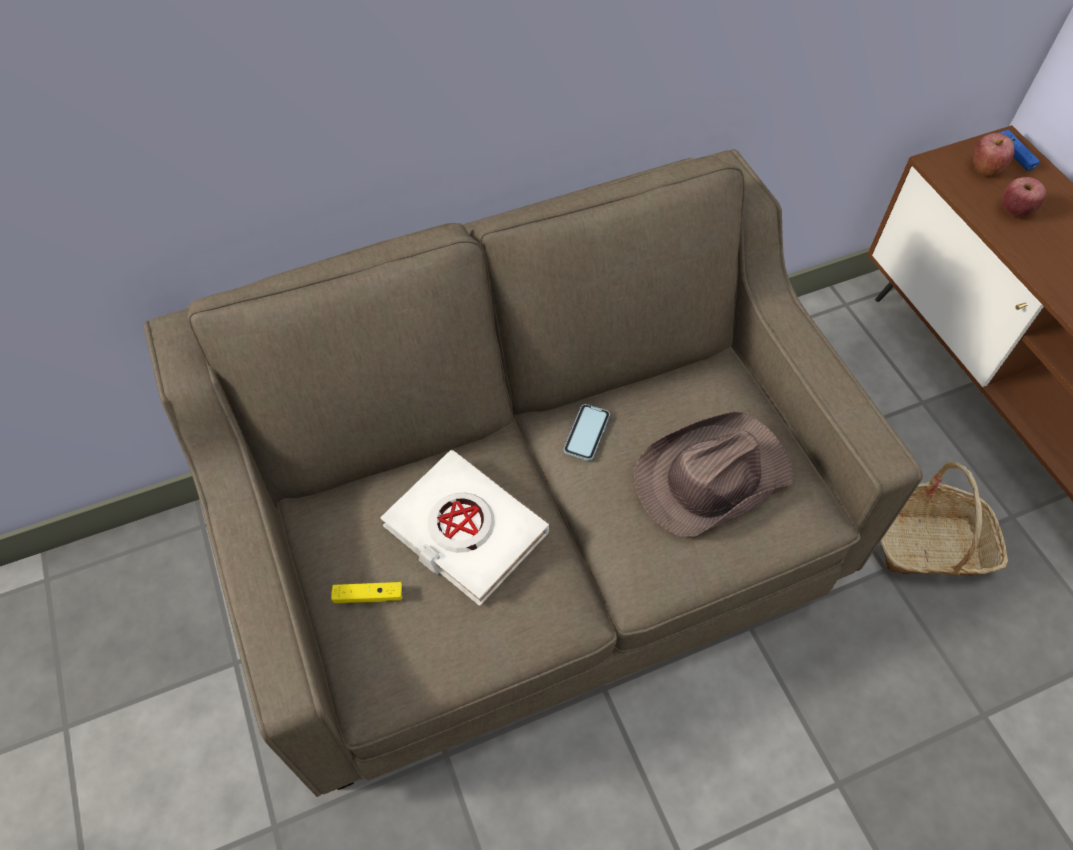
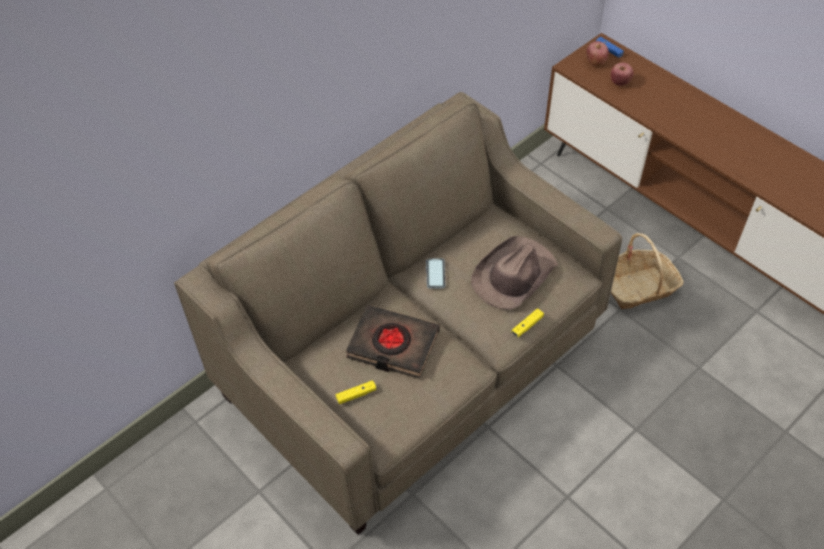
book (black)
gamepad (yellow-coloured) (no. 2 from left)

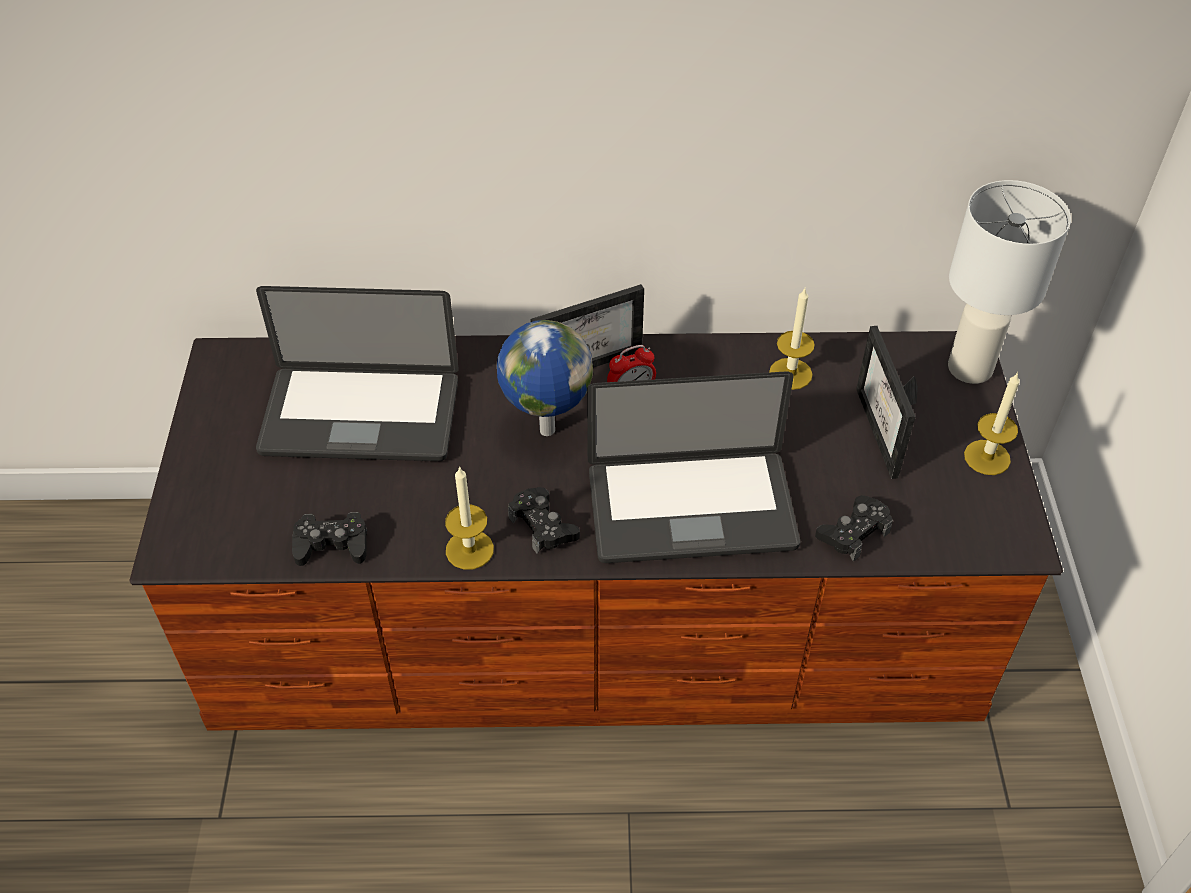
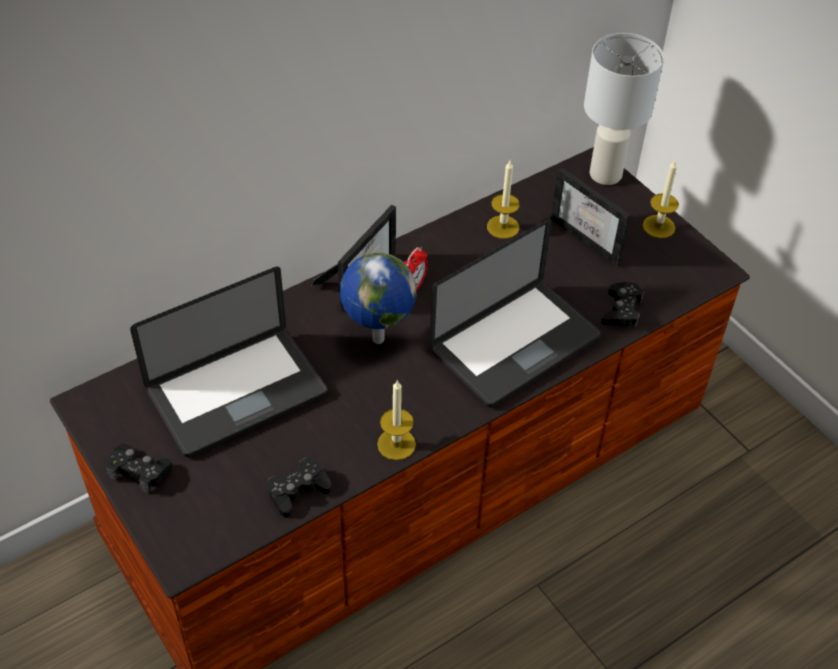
gamepad (black) (no. 1 from left)

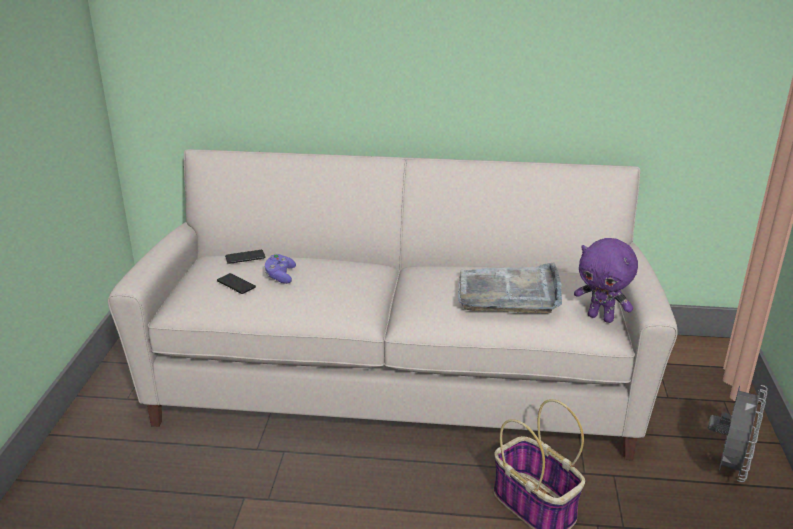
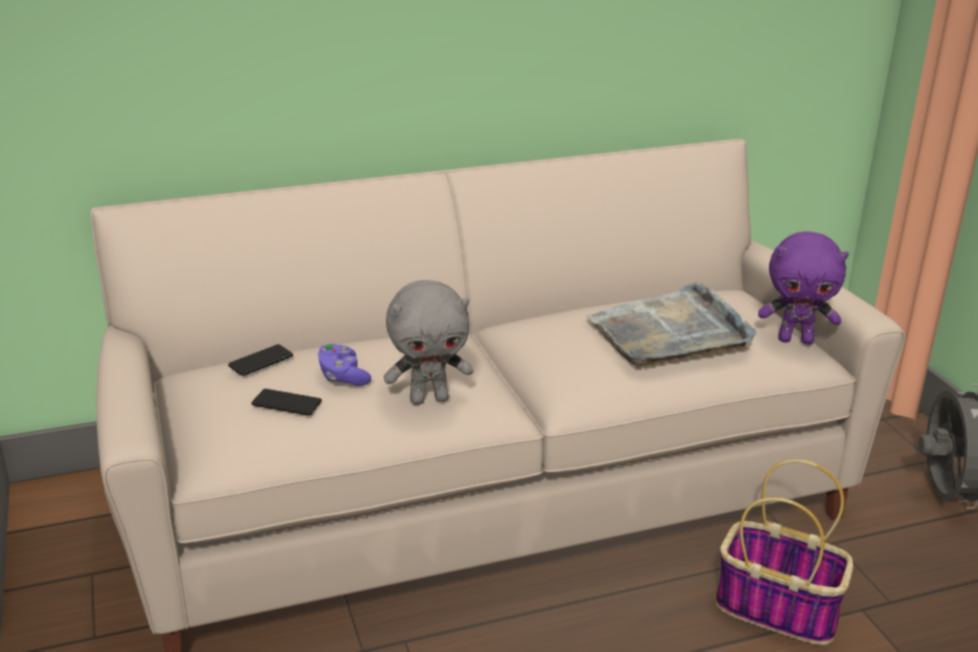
plush toy (greyish)

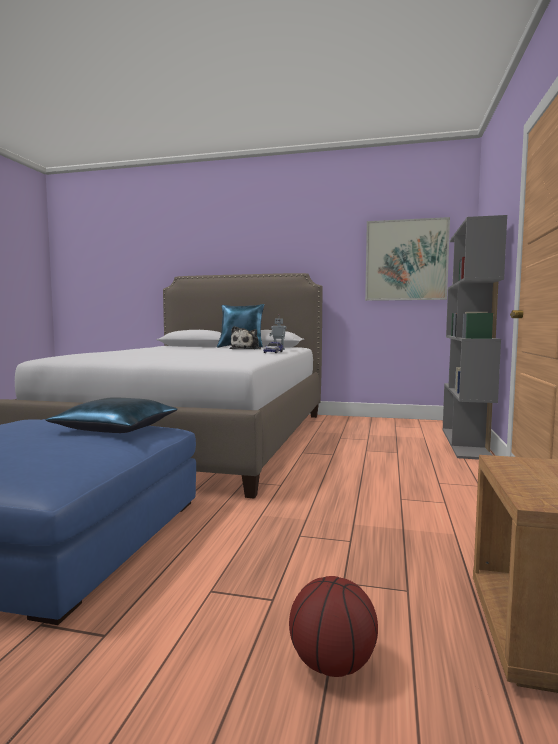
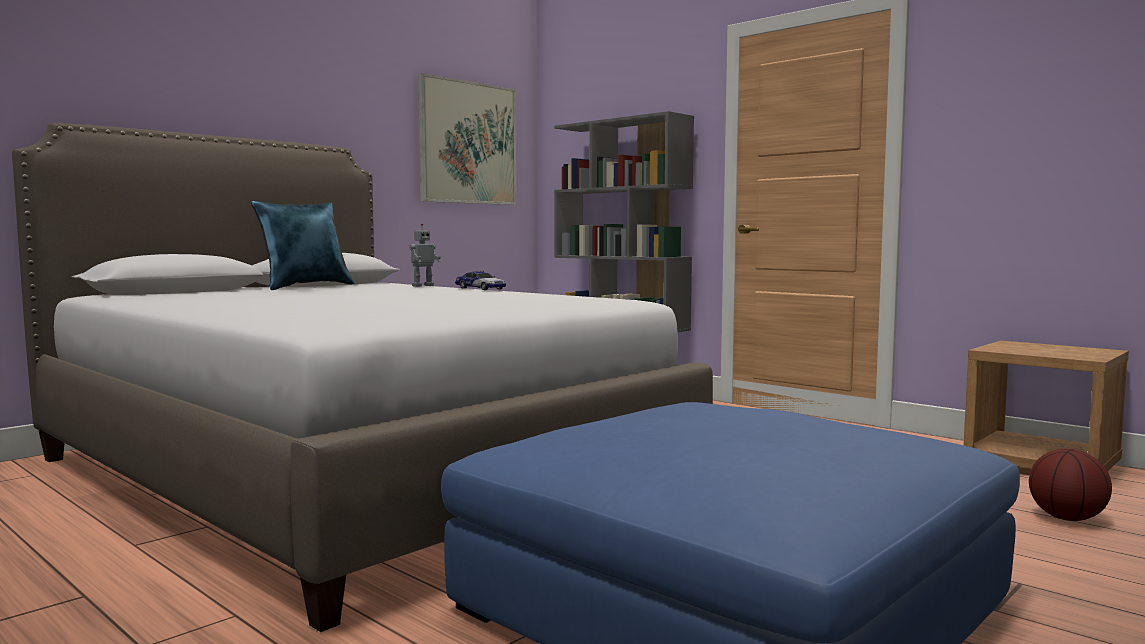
pillow (blue) (no. 1 from left in the first image)
plush toy

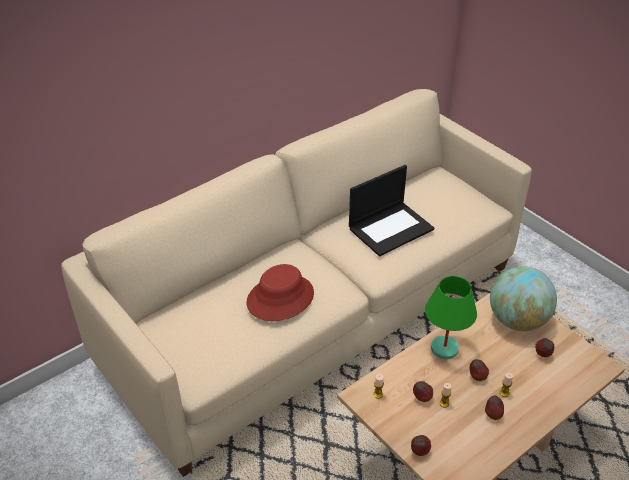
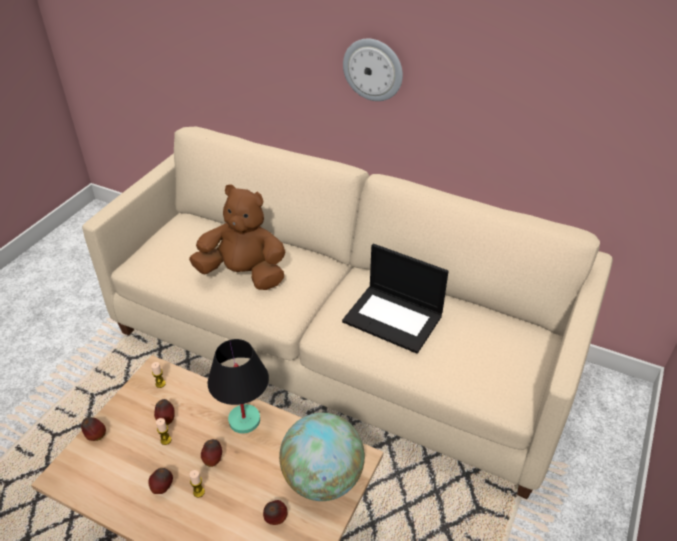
plush toy (brown)
table lamp (black)
hanging clock

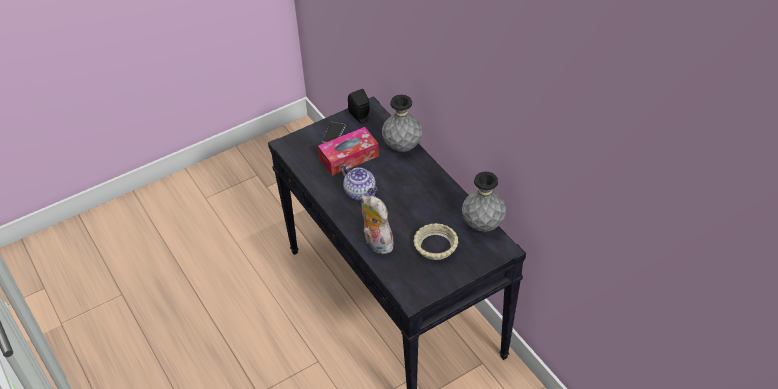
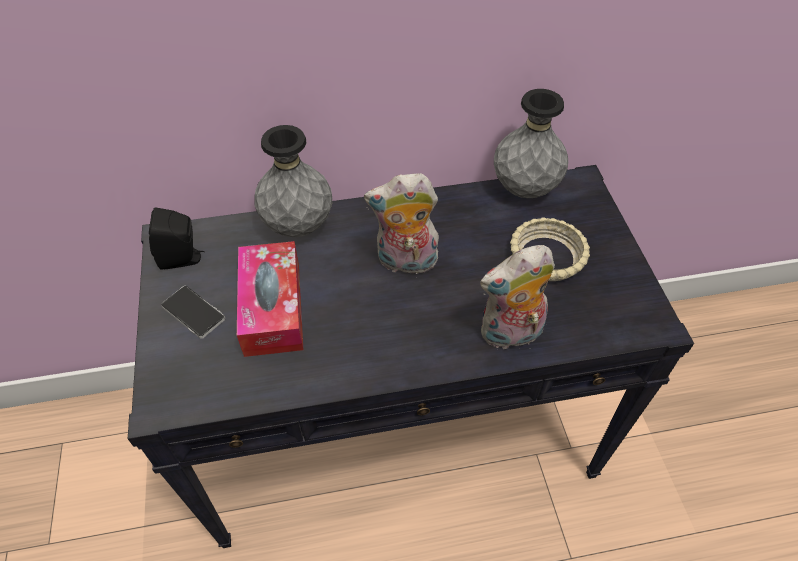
plush toy (no. 1 from left)
teapot

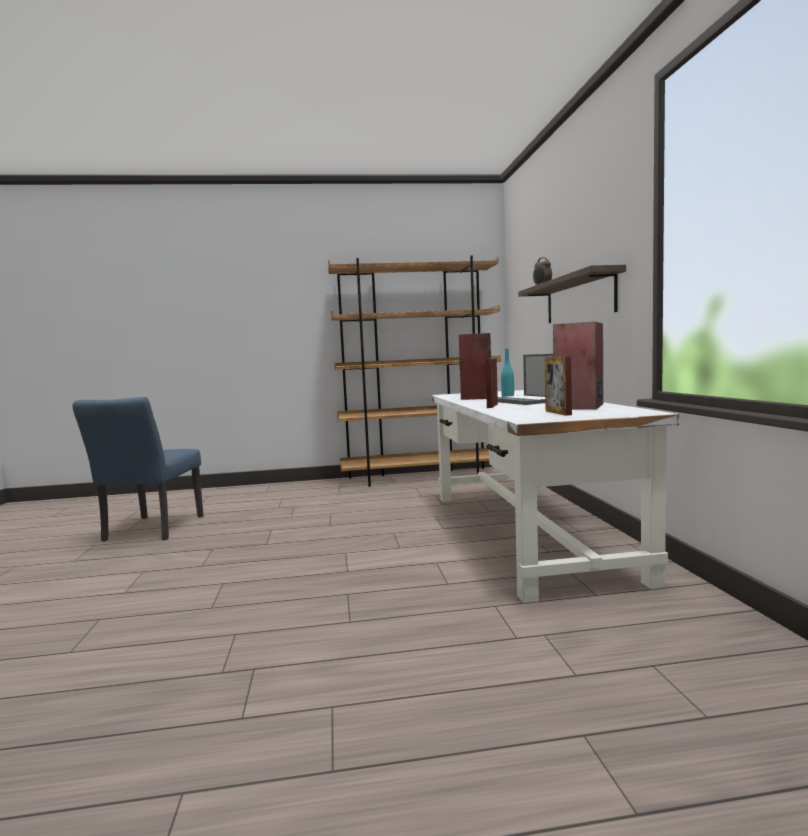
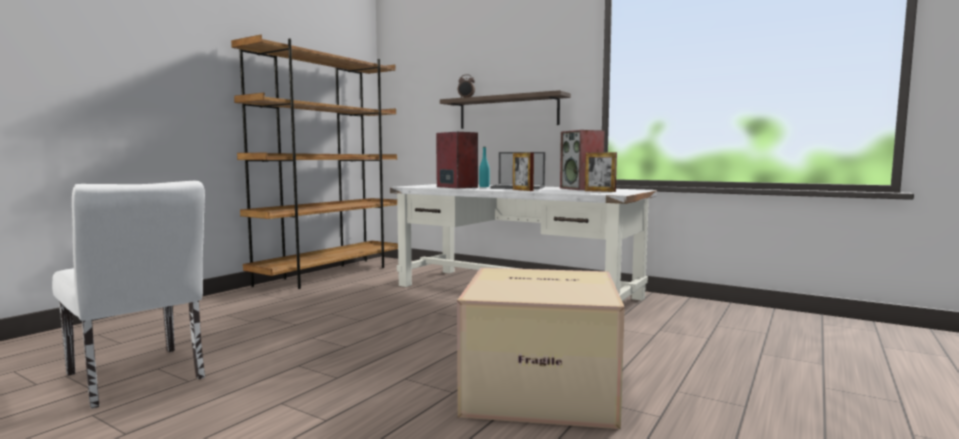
plain chair (white)
packing box

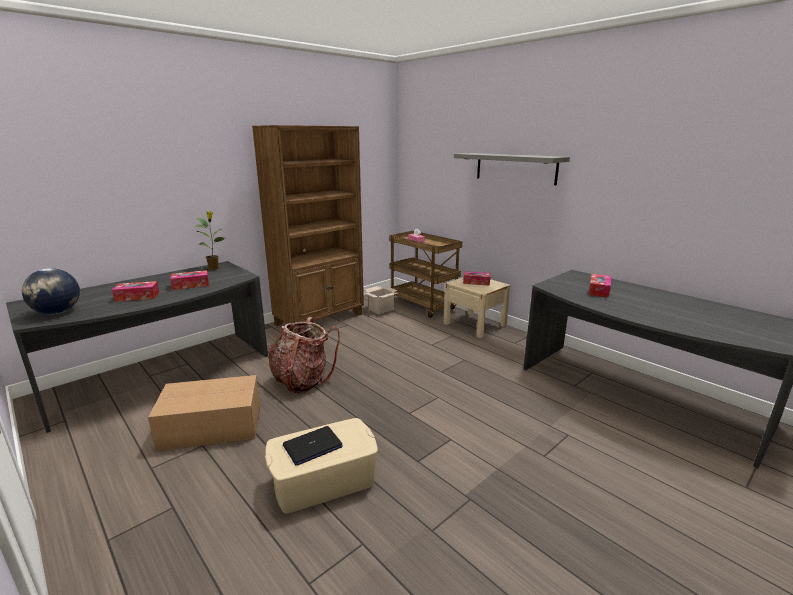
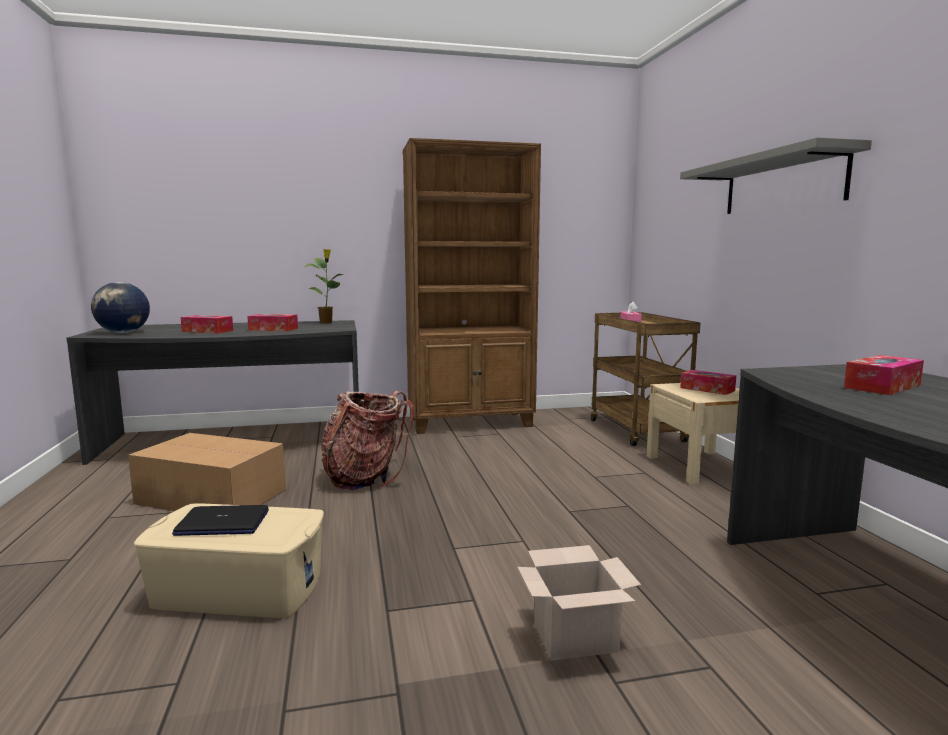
packing box (no. 2 from left)

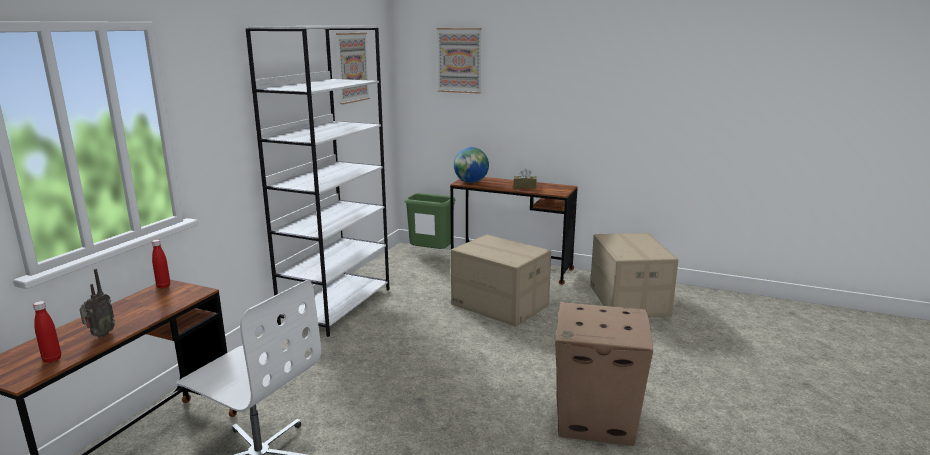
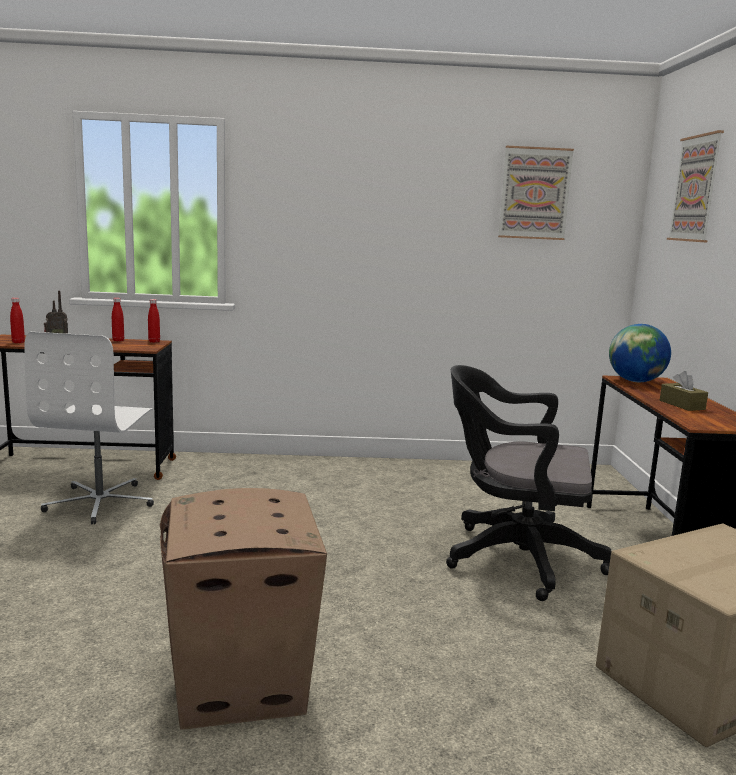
drink bottle (reddish) (no. 2 from left)
desk chair (black)
shelving unit (white)
waste bin (greenish)

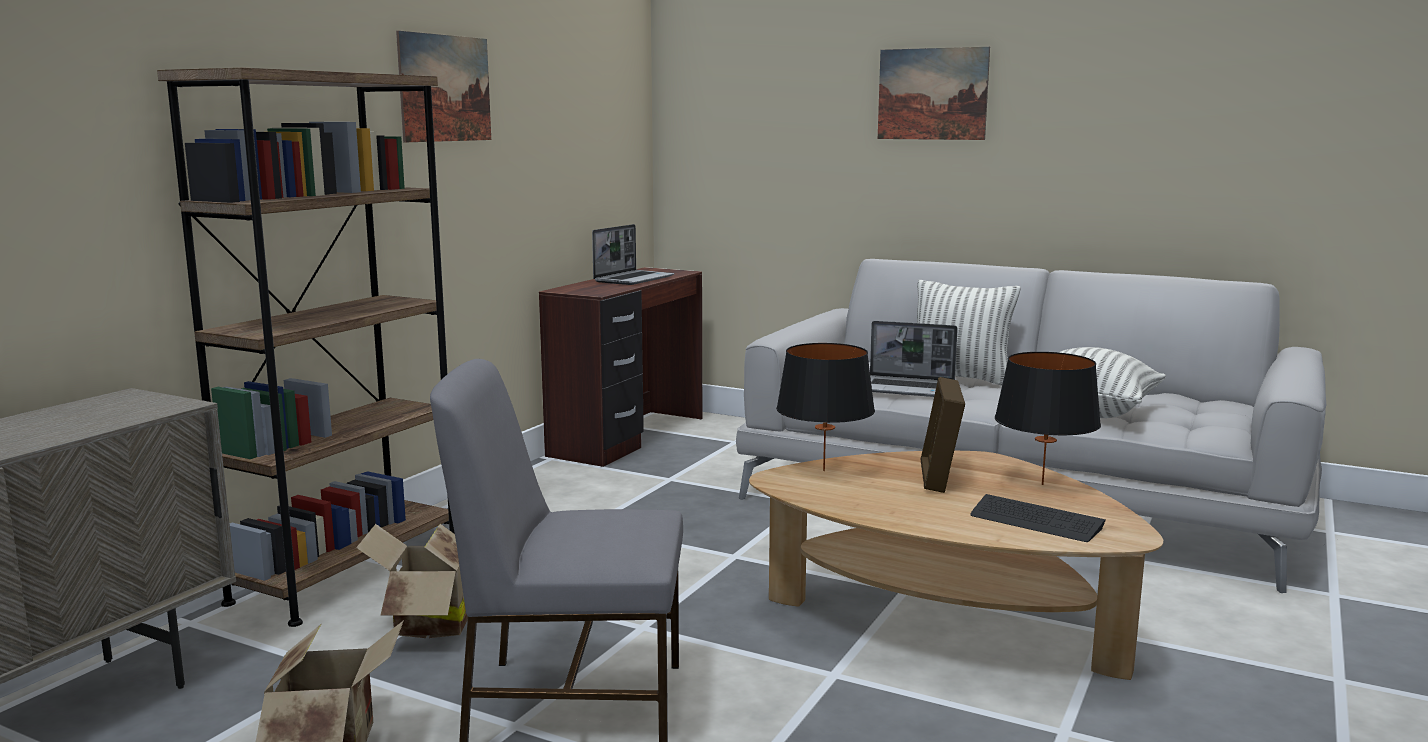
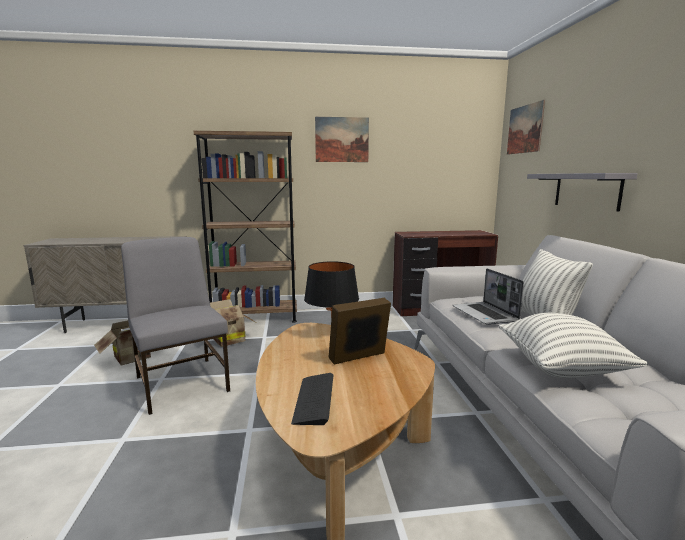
picture (no. 2 from left)
wall shelf (greyish)
laptop (no. 1 from left in the first image)
table lamp (black) (no. 2 from left in the first image)

